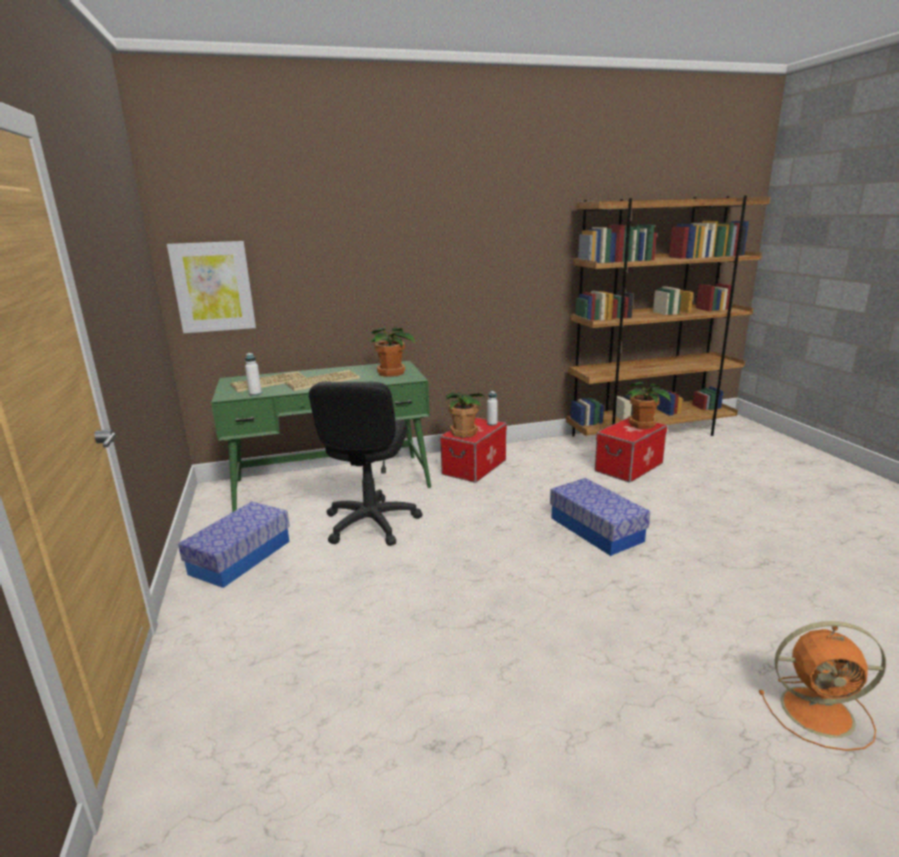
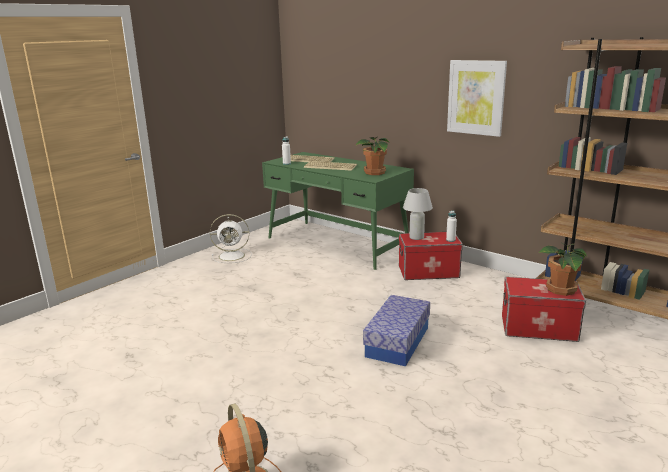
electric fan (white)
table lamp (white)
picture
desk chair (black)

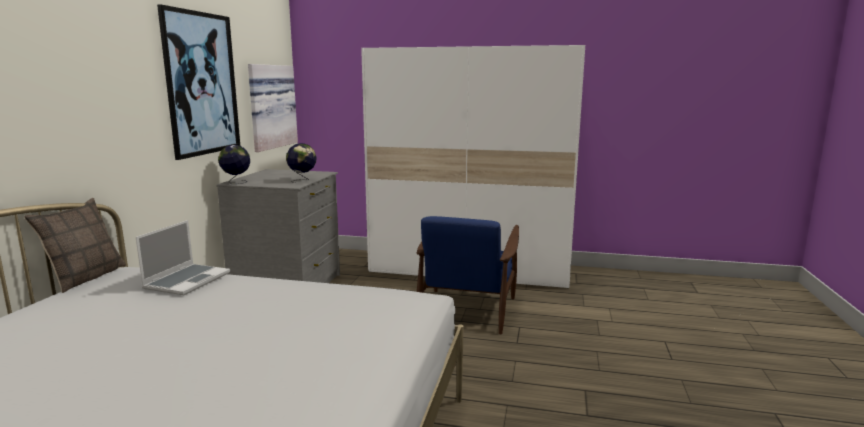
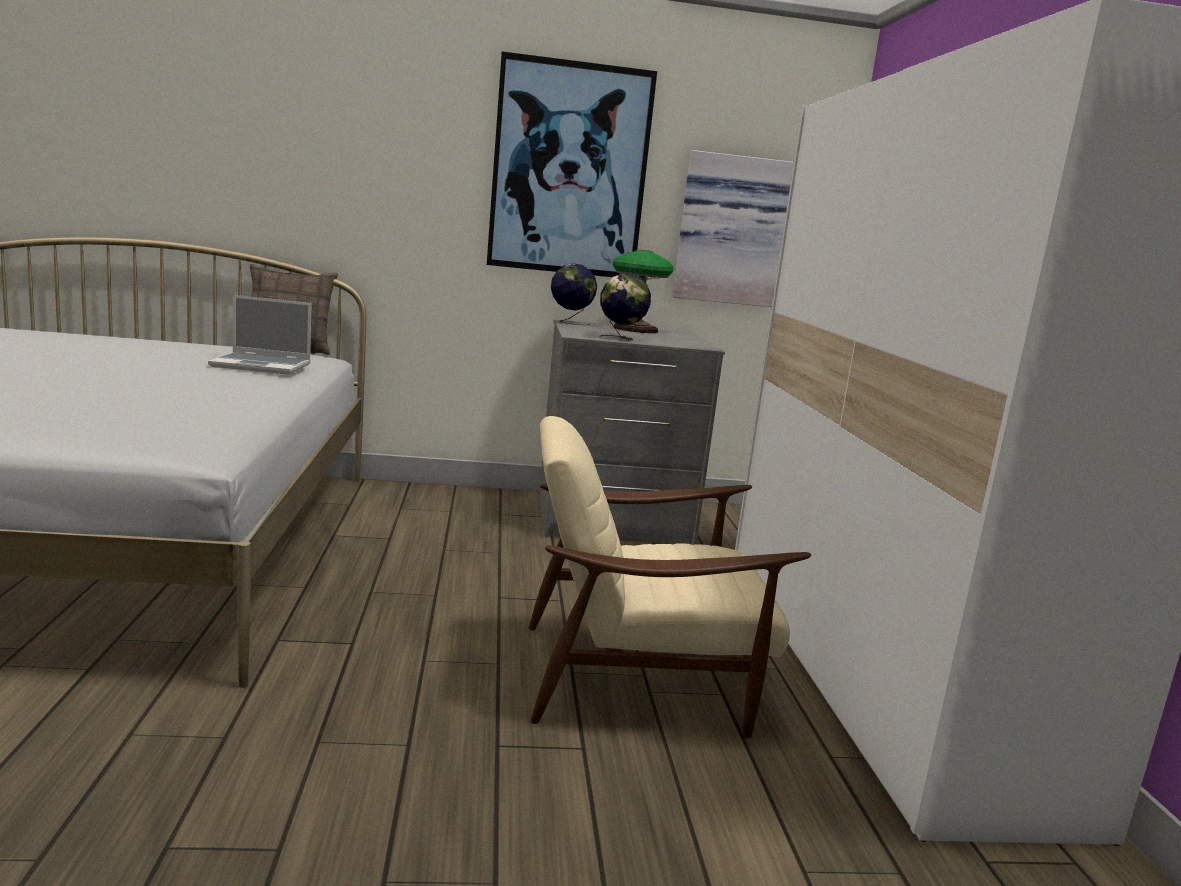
lounge chair (beige-coloured)
table lamp

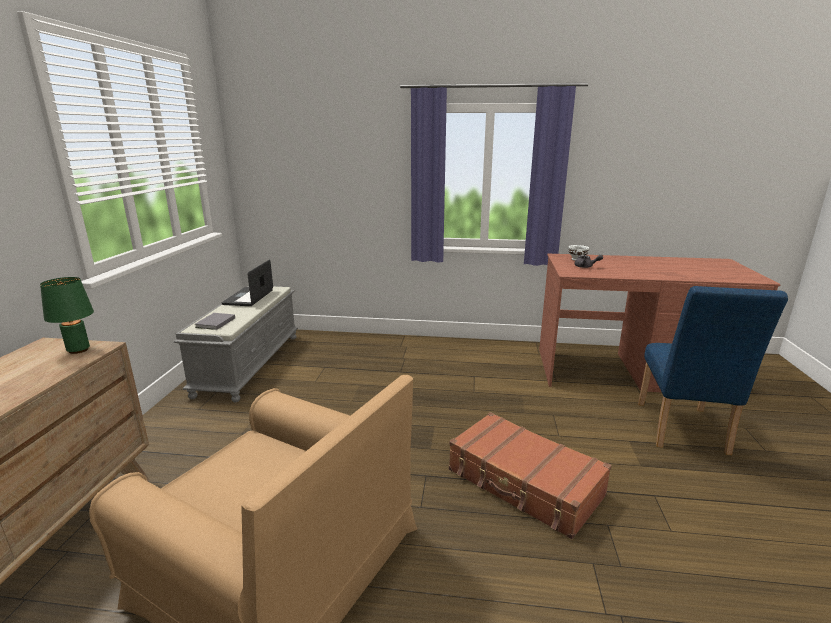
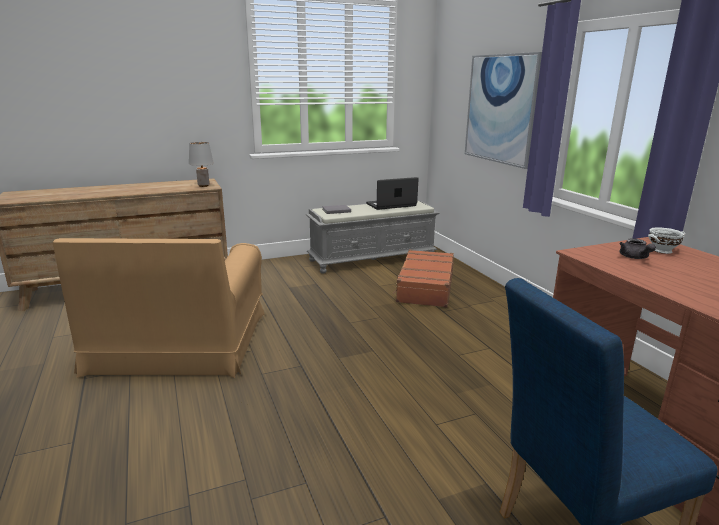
table lamp (greyish)
suitcase (brown)
picture

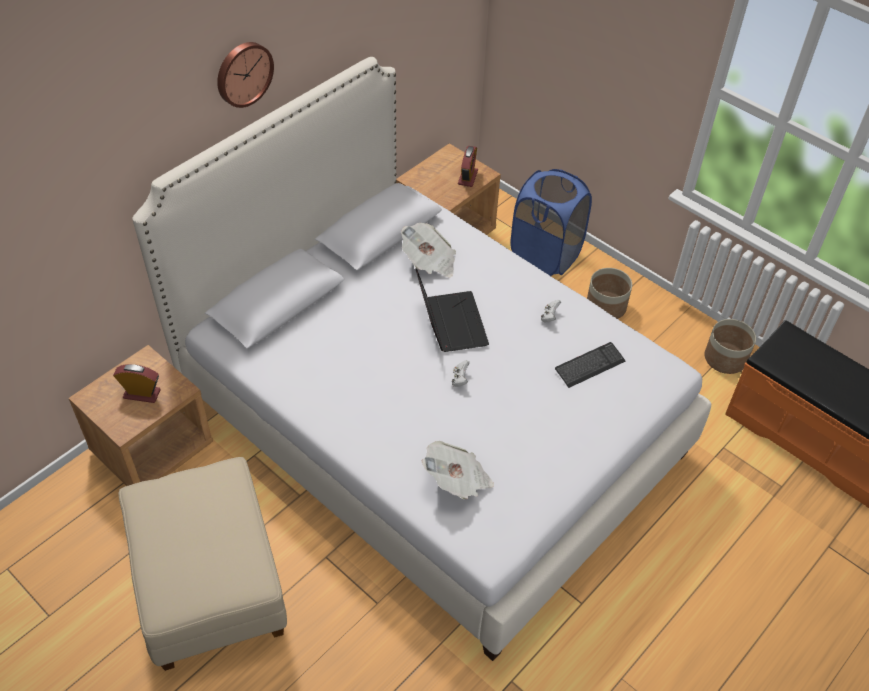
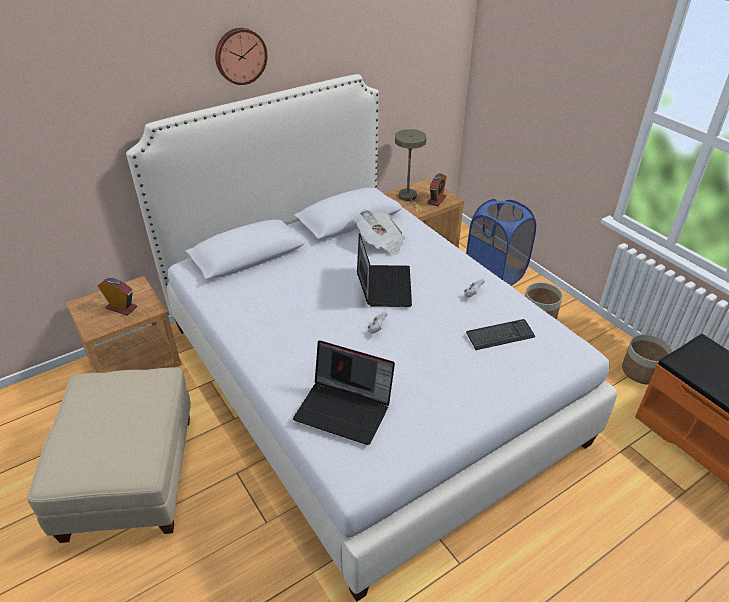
laptop (no. 1 from left)
table lamp (beige-coloured)

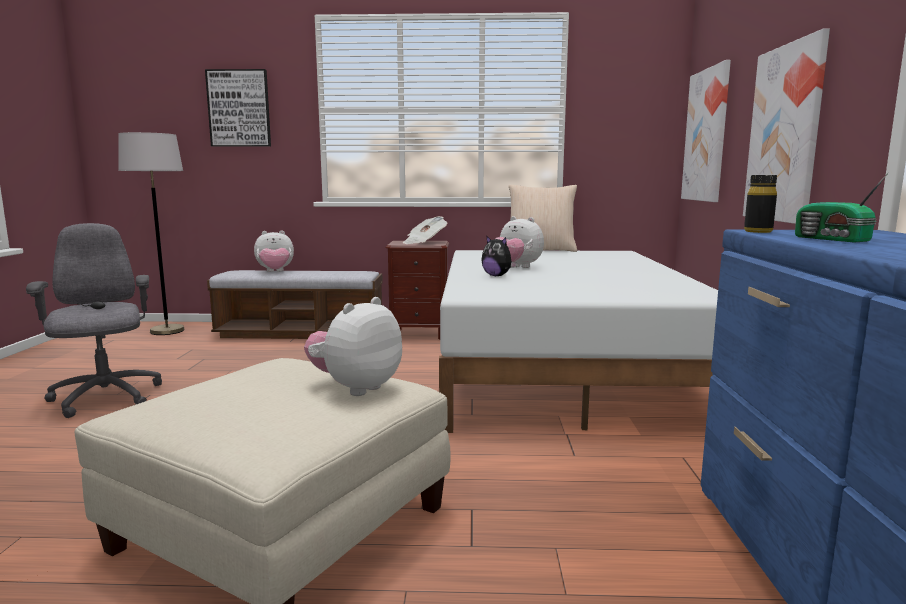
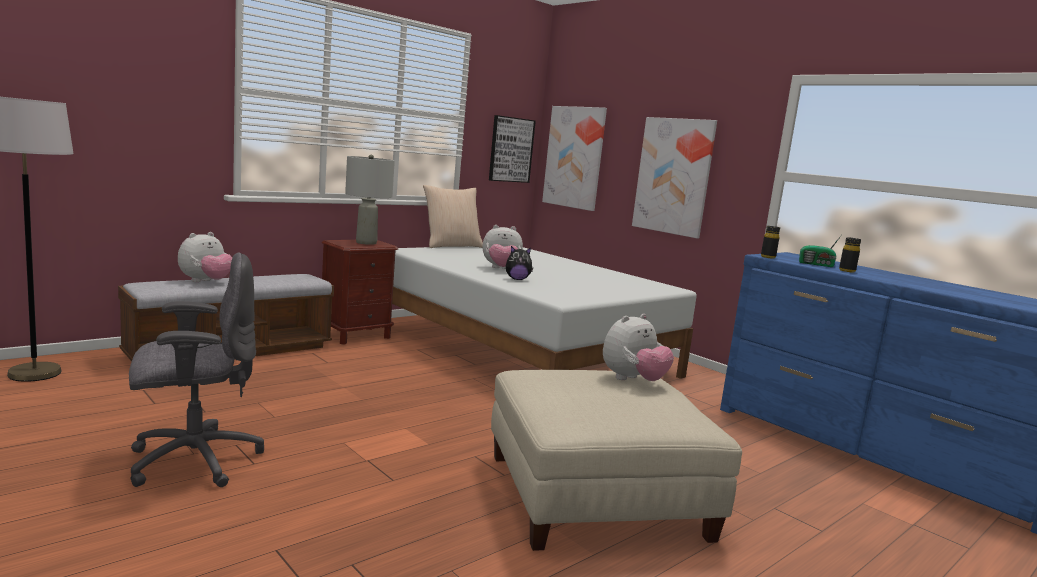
desk chair (greyish)
table lamp (greyish)
picture (no. 1 from left)
plush toy (no. 4 from left)
drink bottle (black) (no. 2 from left)

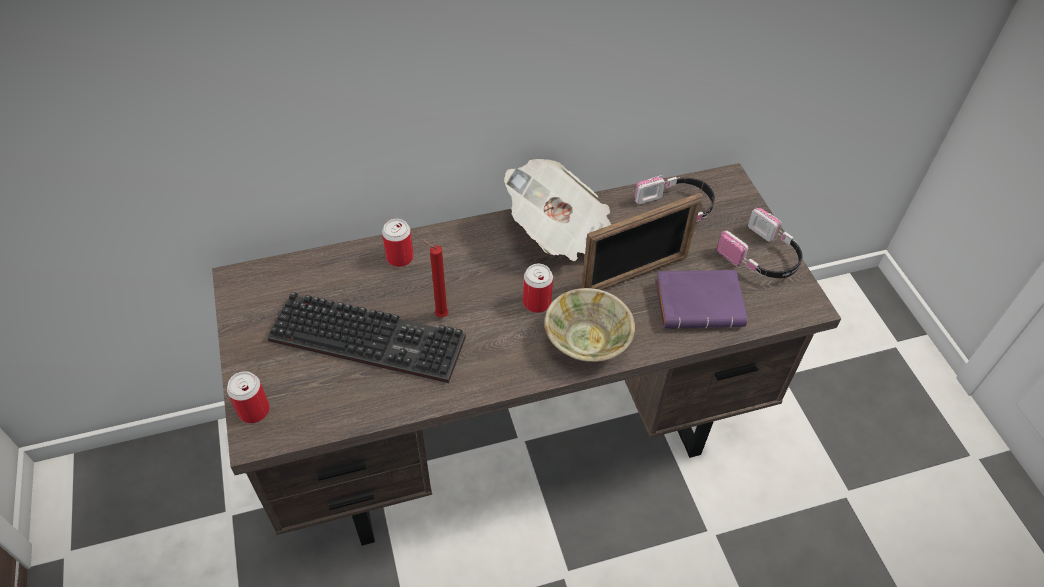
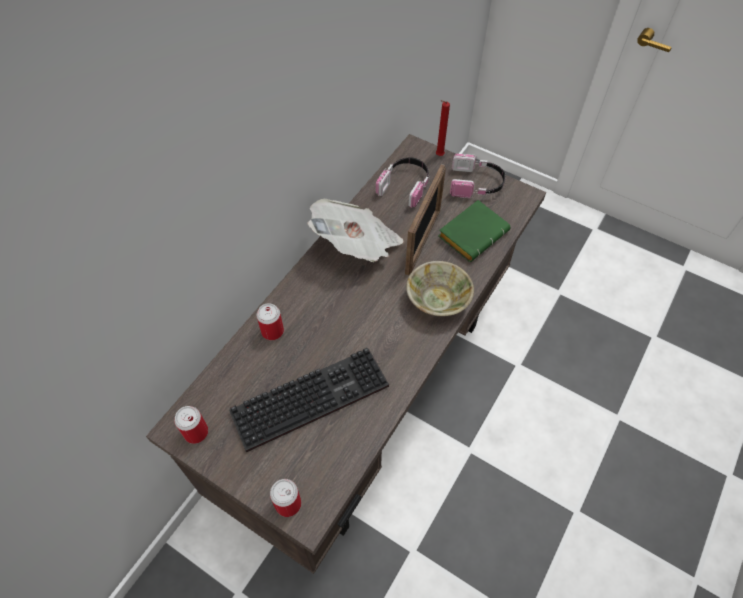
can (no. 1 from left)
wax candle (reddish)
book (greenish)

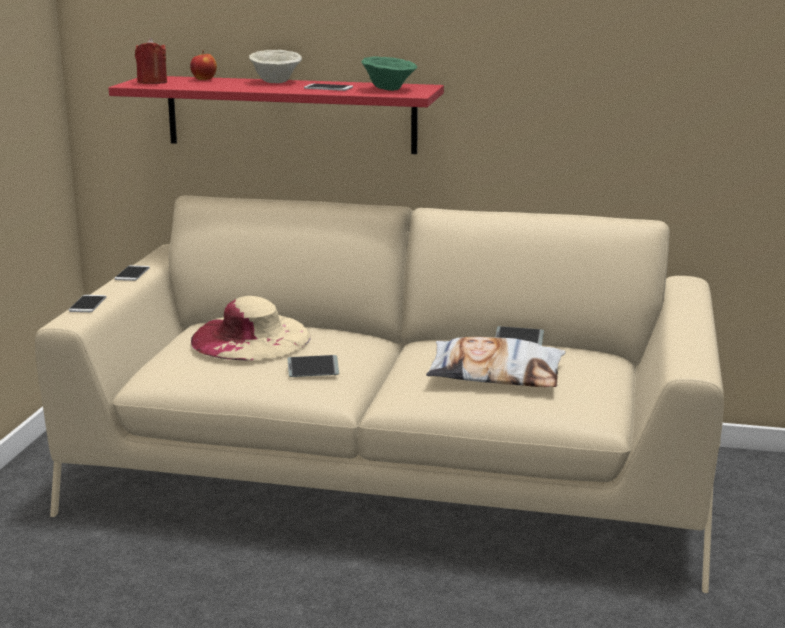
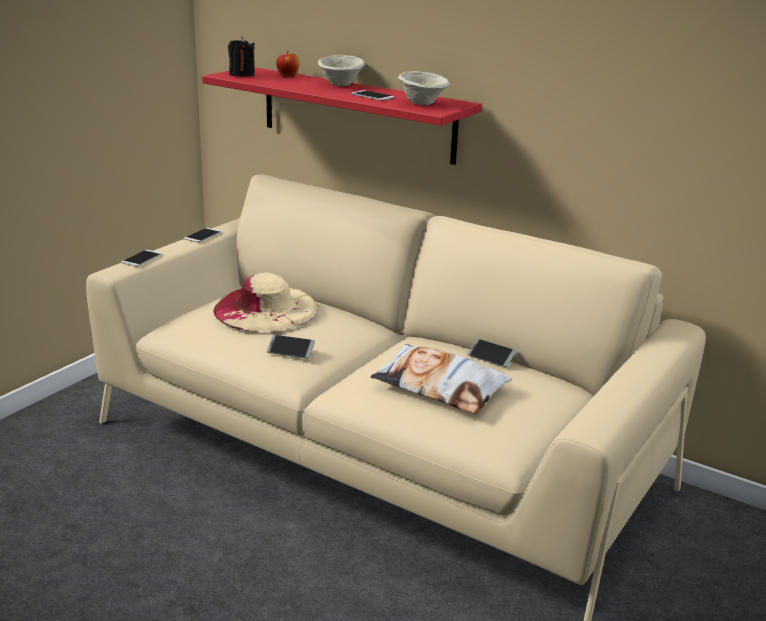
wax candle (black)
serving bowl (beige-coloured) (no. 2 from left)

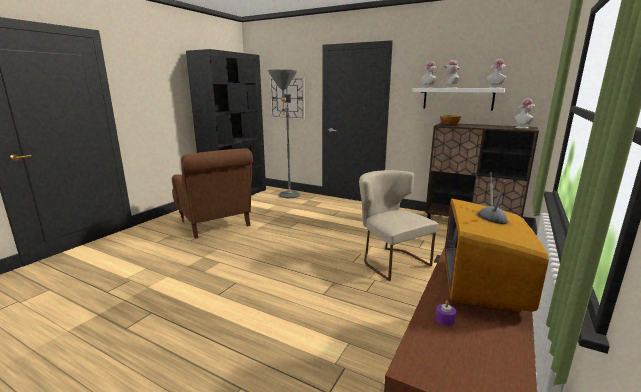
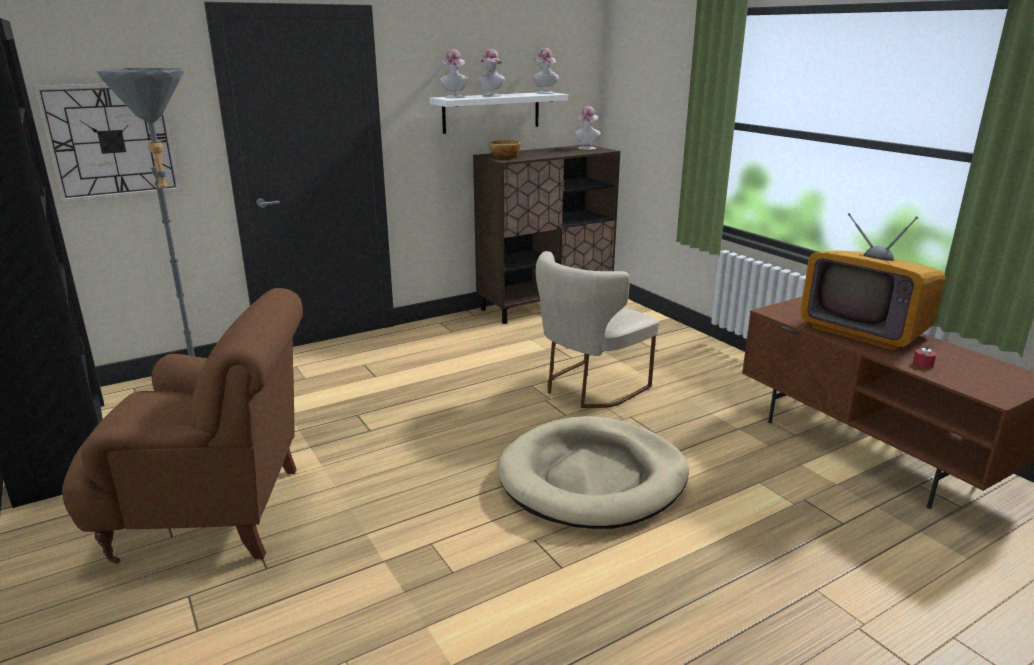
dog cushion (beige-coloured)
plain chair (beige-coloured)
wax candle (reddish)

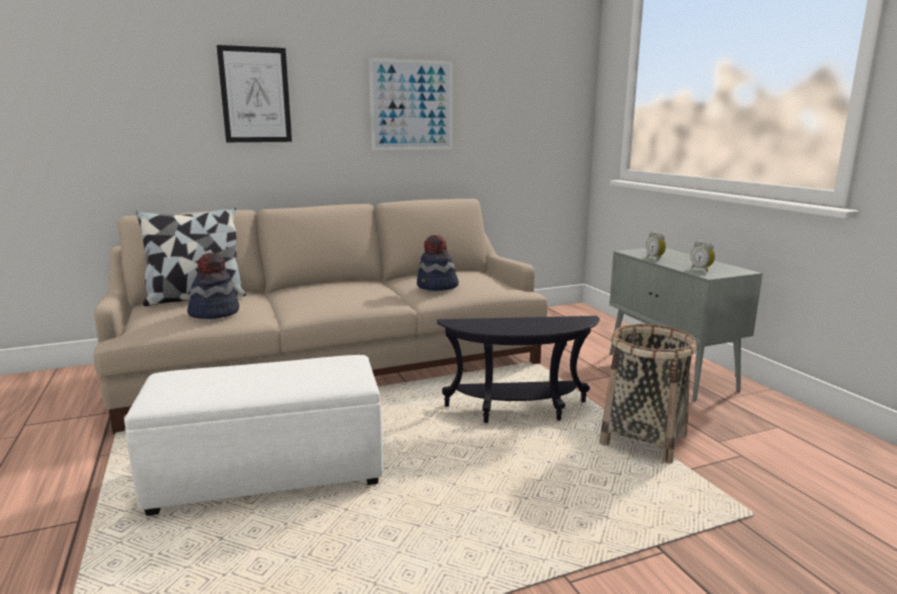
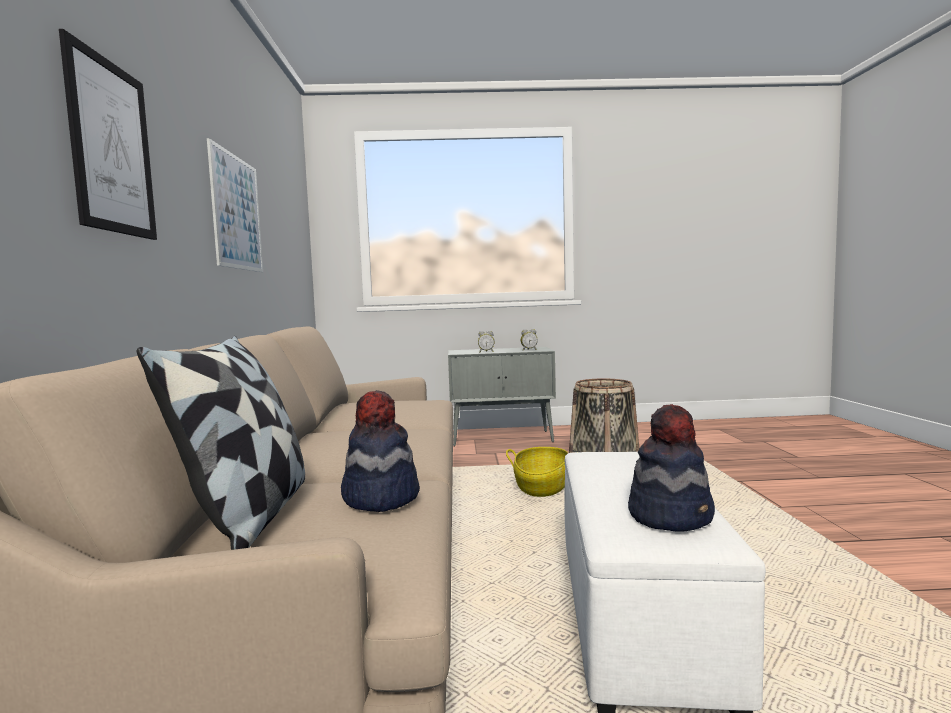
storage basket (no. 1 from left)
hat (no. 2 from left)

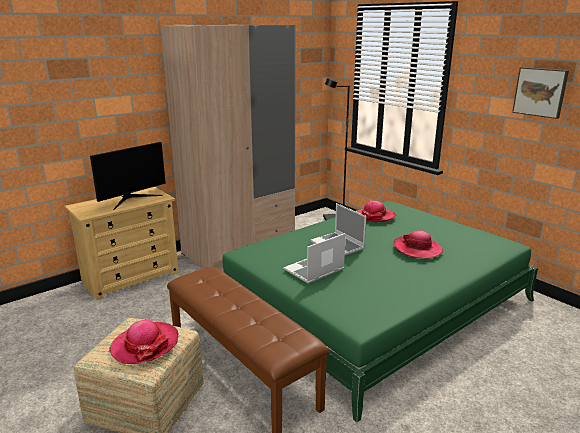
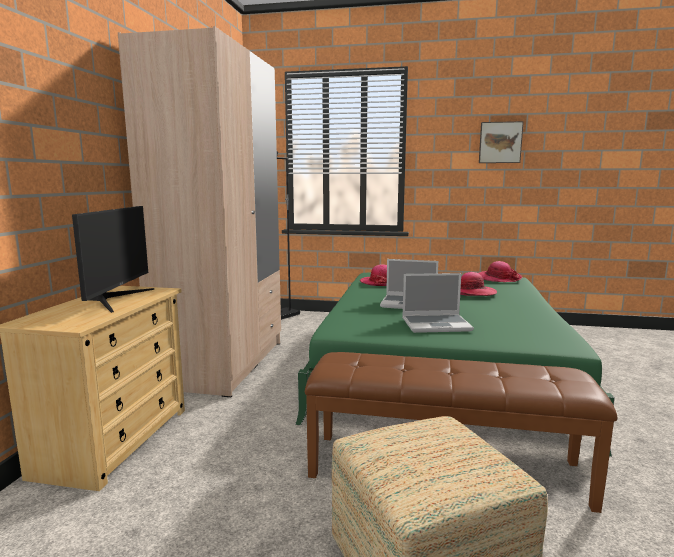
laptop (no. 2 from left)
hat (no. 3 from left)

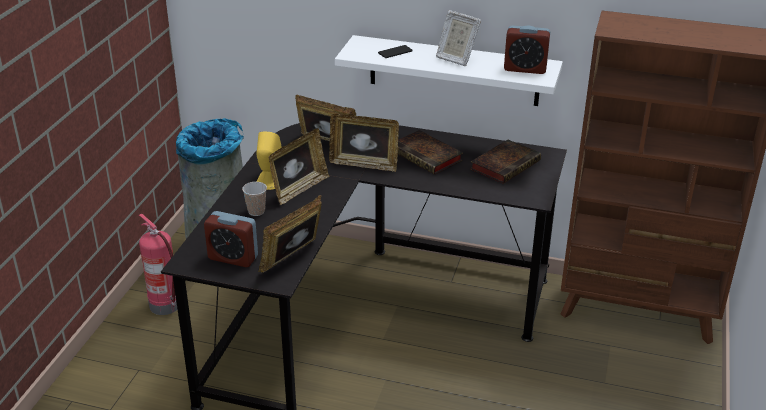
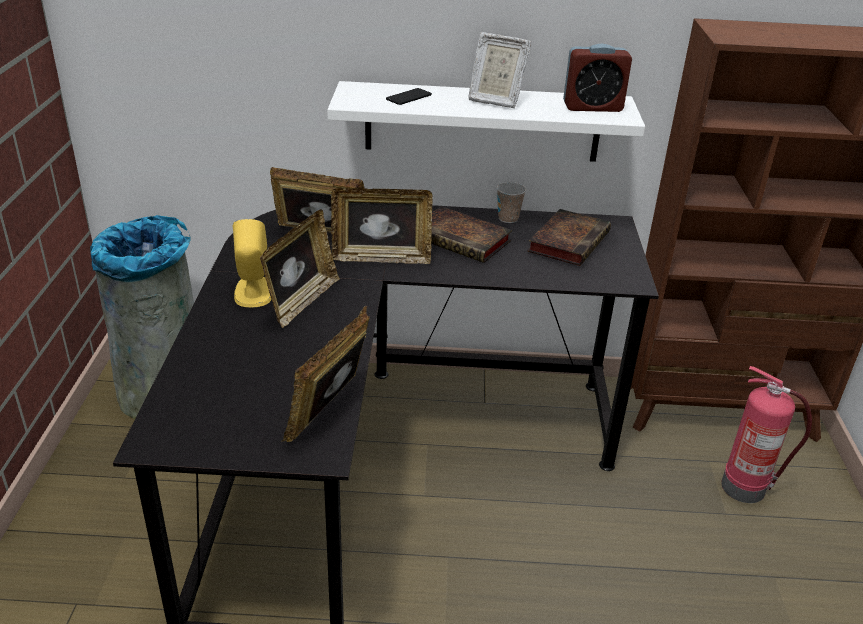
small cup
fire-fighting cylinder
table clock (no. 1 from left in the first image)

